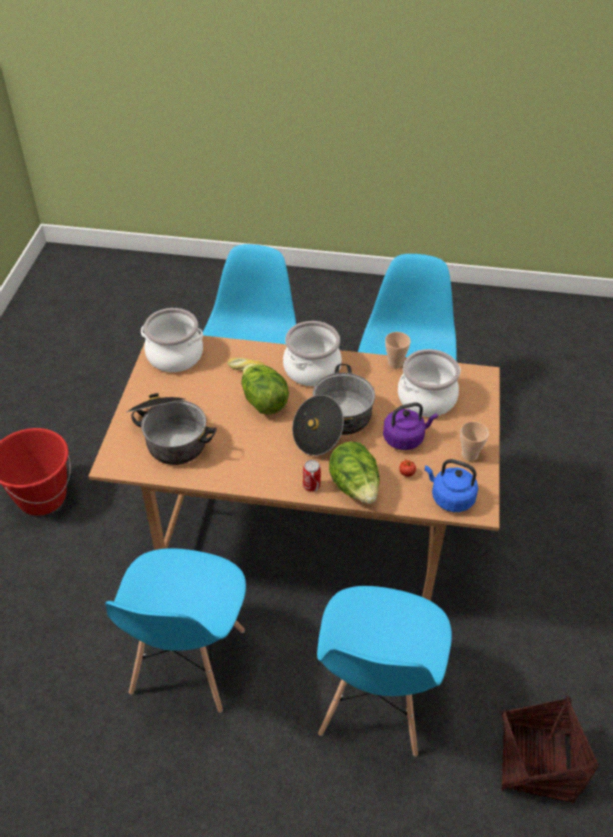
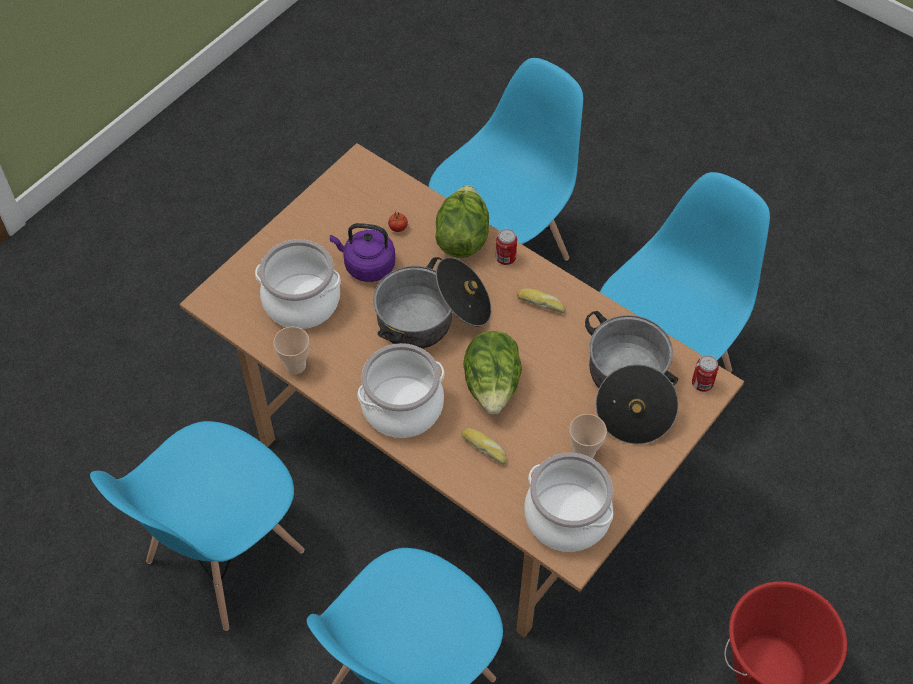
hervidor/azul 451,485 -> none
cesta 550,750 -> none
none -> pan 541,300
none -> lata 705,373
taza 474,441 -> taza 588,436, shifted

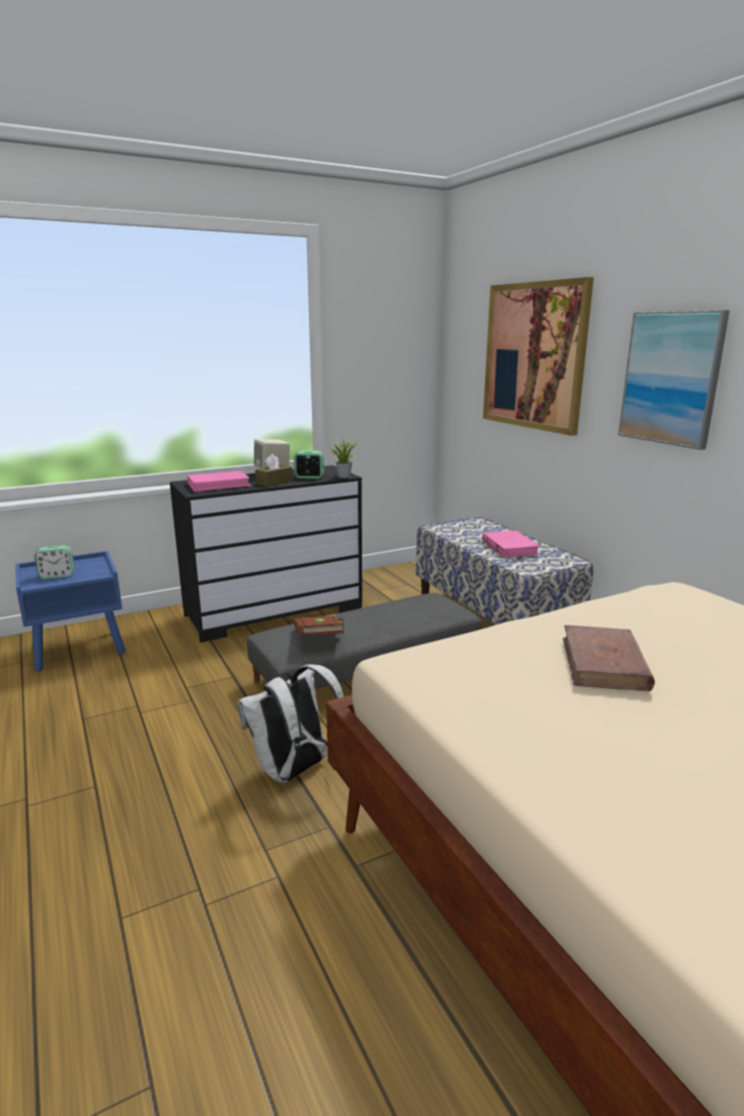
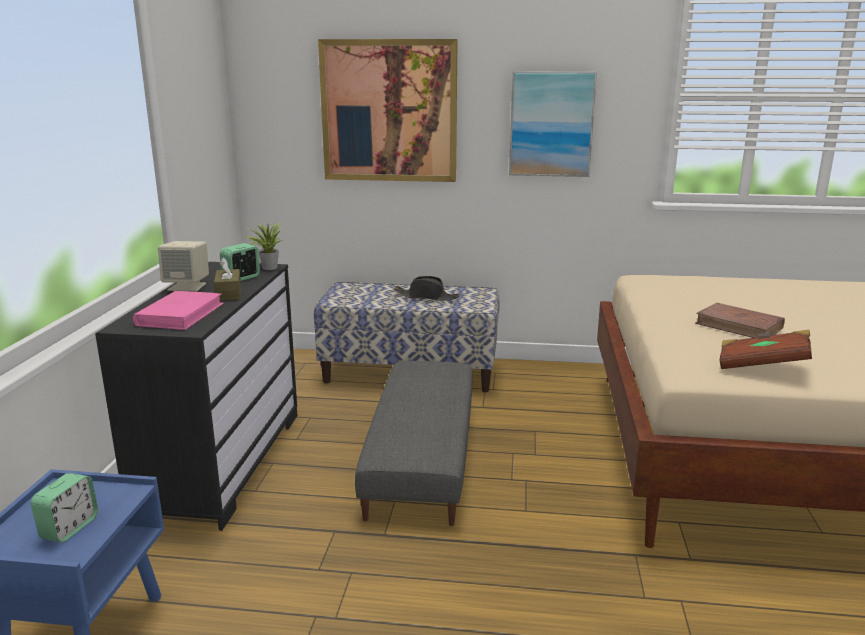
mochila/blanco 290,723 -> none
libro/marrón 319,624 -> libro/marrón 765,349, shifted
libro/rosa 511,543 -> sombrero/negro 427,288

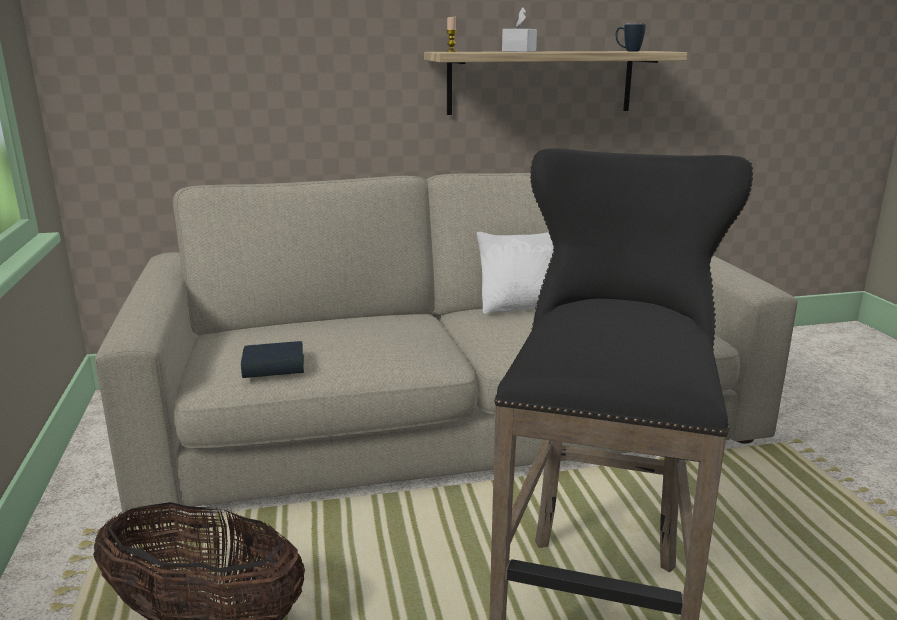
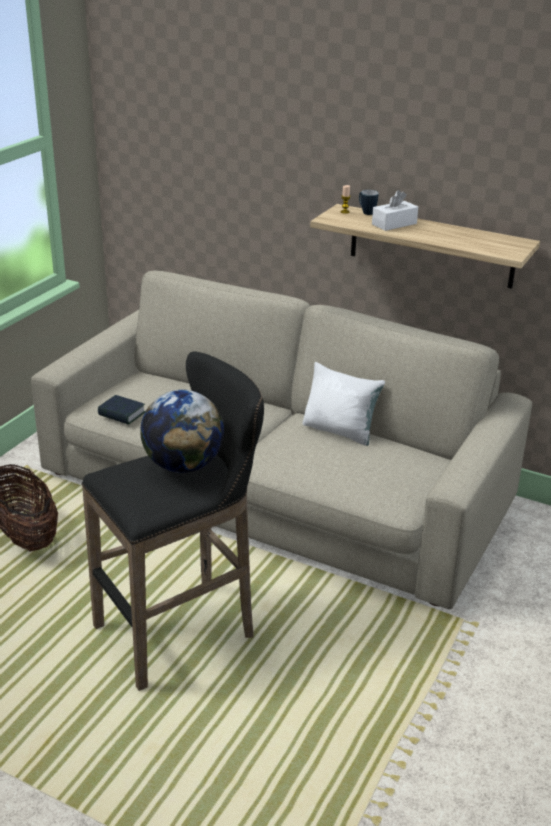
none -> globo terráqueo 182,431
taza grande 630,37 -> taza grande 368,202, shifted

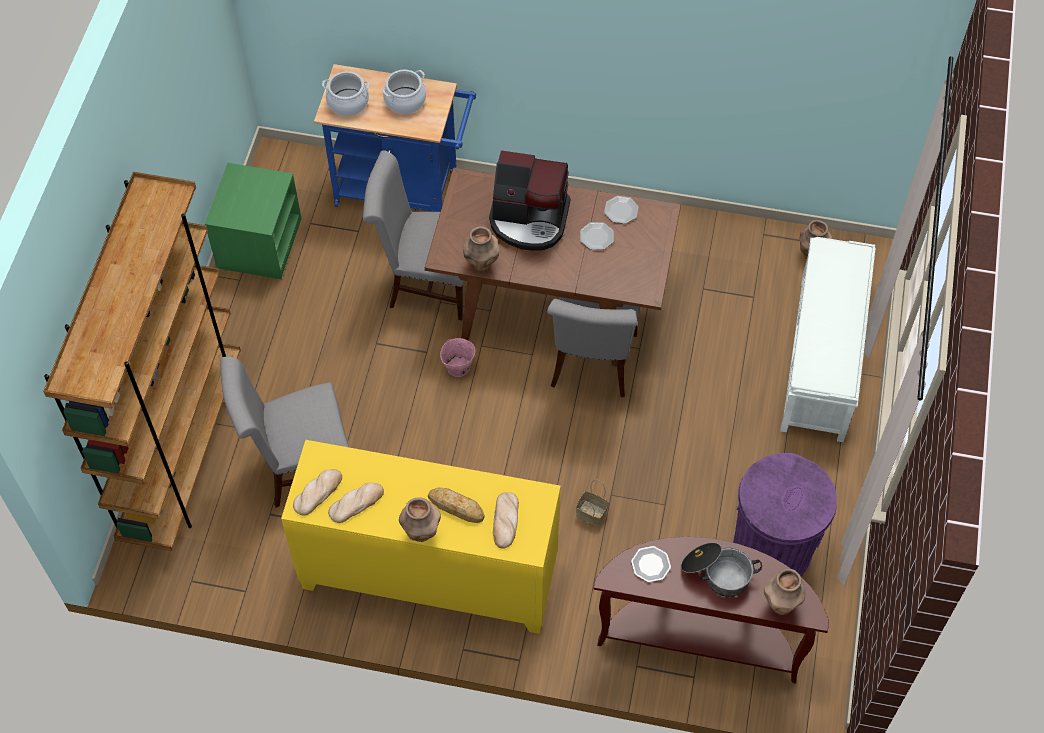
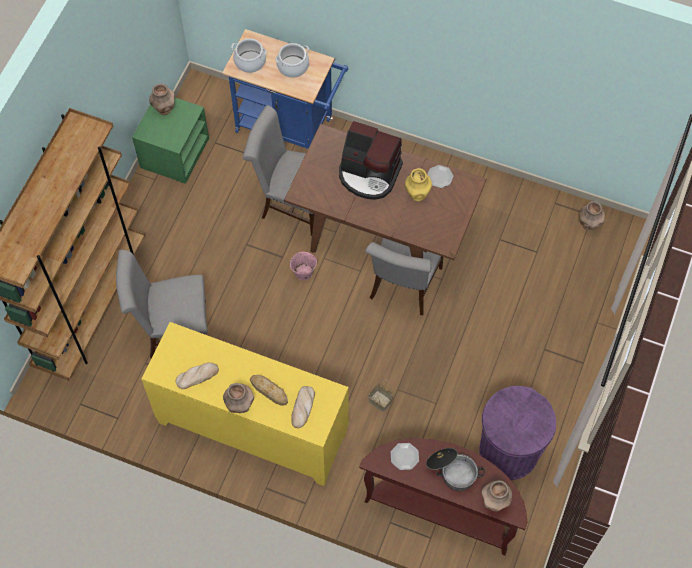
pan 317,492 -> none
banco/blanco 828,339 -> none
florero/marrón 481,248 -> florero/marrón 162,99, shifted
plato 597,236 -> florero/amarillo 418,184

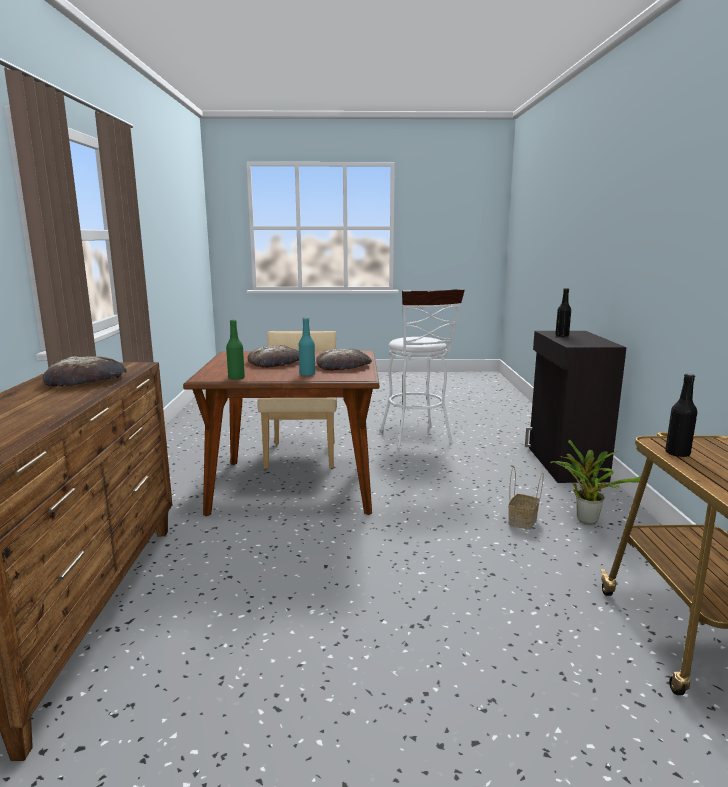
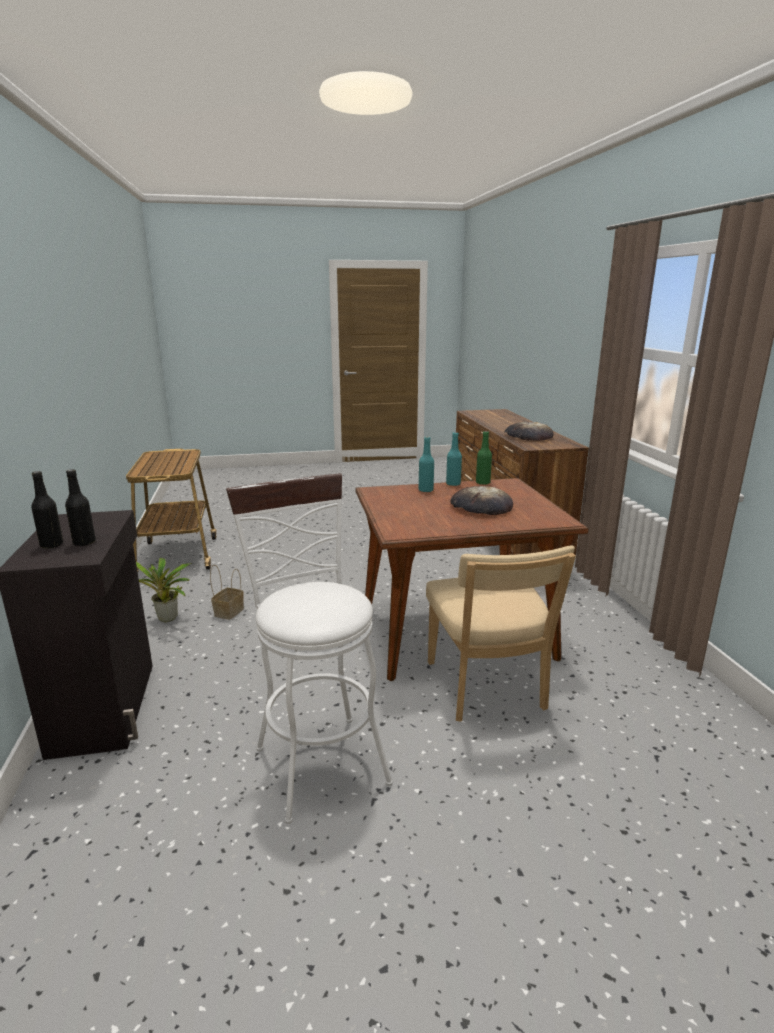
pan 344,360 -> none
none -> botella/turquesa 454,459
botella/negro 681,415 -> botella/negro 47,509, shifted

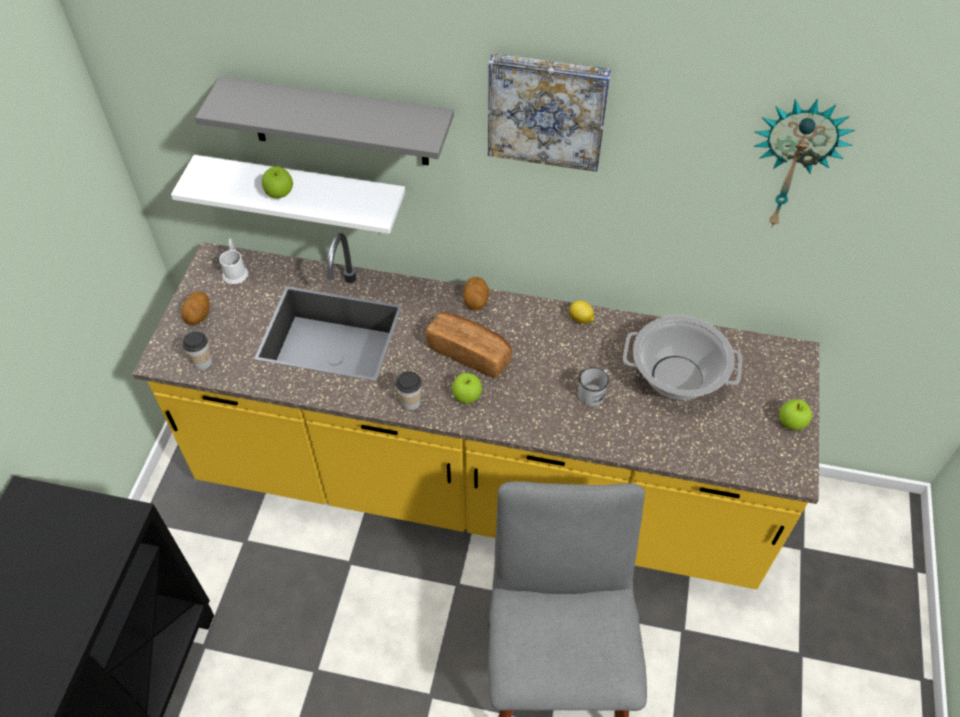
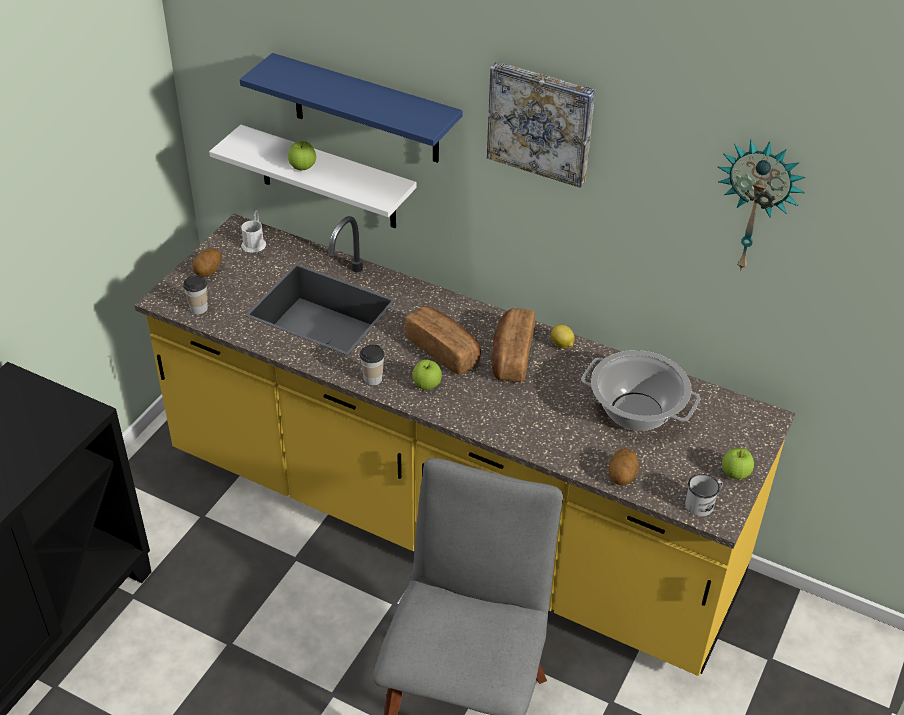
none -> pan 513,345
patata 476,293 -> patata 624,466, shifted
taza grande/blanco 593,386 -> taza grande/blanco 704,495, shifted
estante/gris 324,121 -> estante/azul 351,108

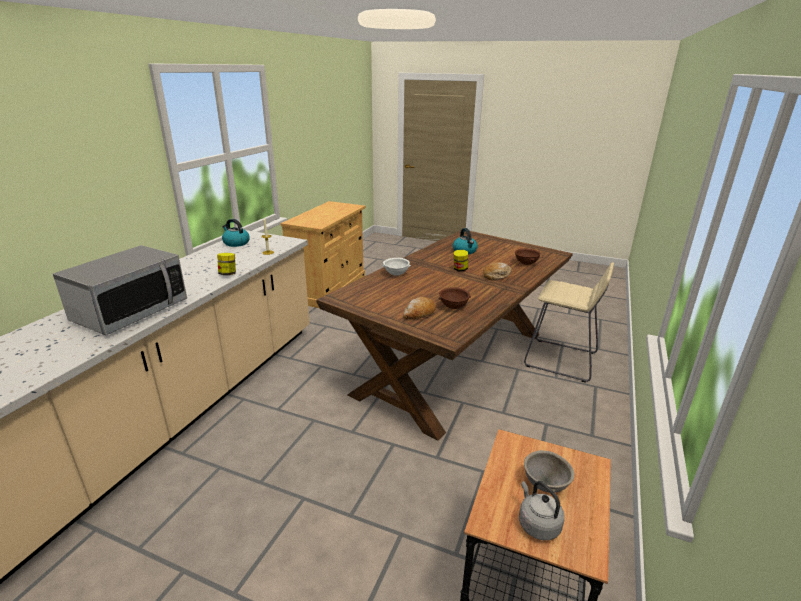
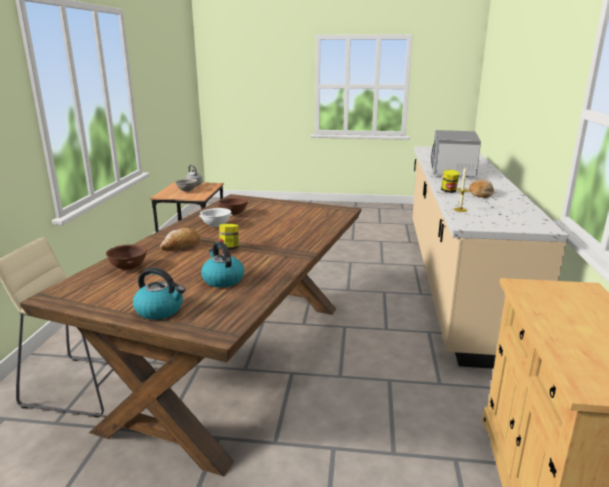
hervidor 236,233 -> hervidor 159,293, shifted
cuenco/blanco 396,267 -> cuenco/blanco 216,217, shifted
pan 419,308 -> pan 481,188, shifted

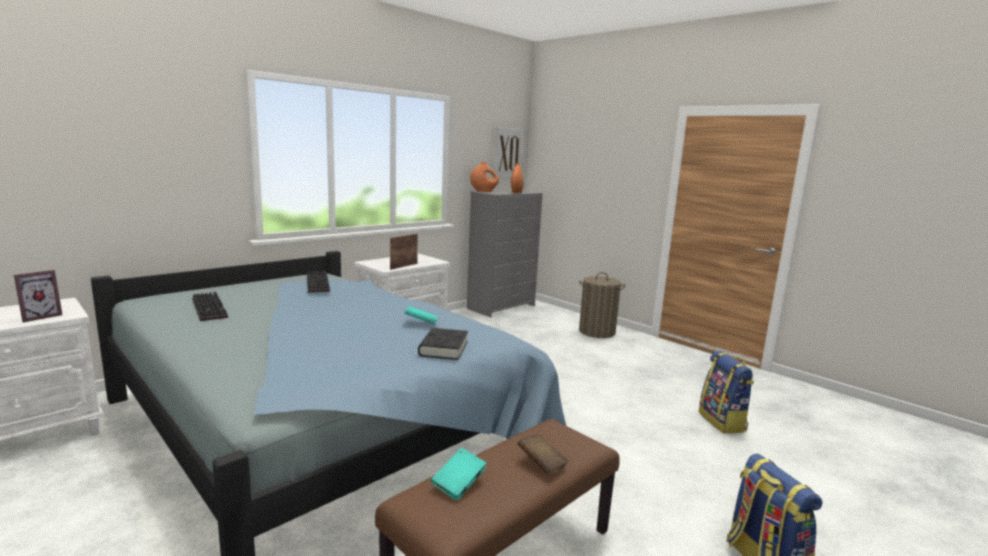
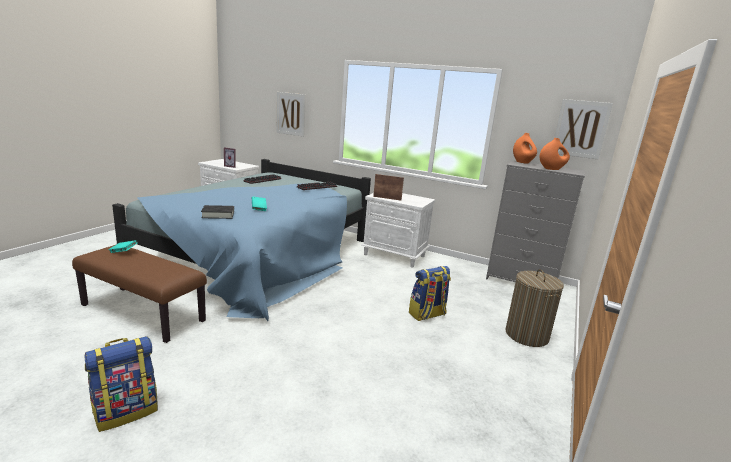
libro/marrón 542,453 -> none
none -> cuadro 291,114
mochila 726,392 -> mochila 430,293, shifted

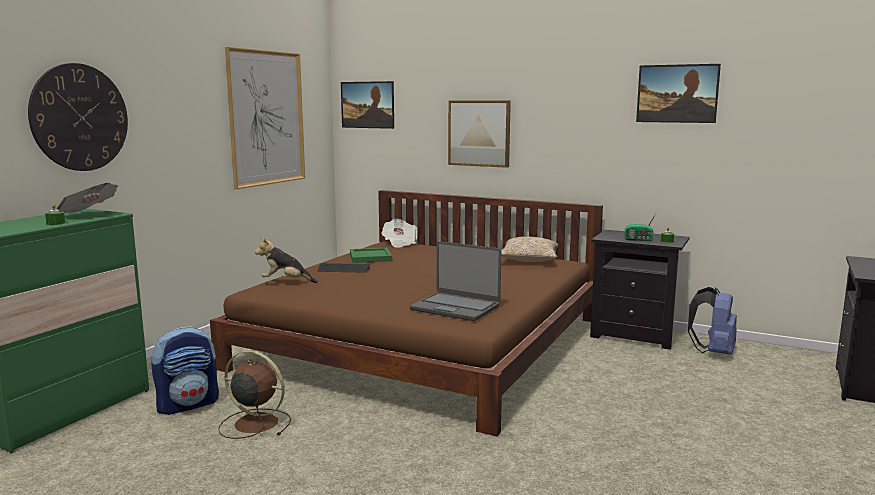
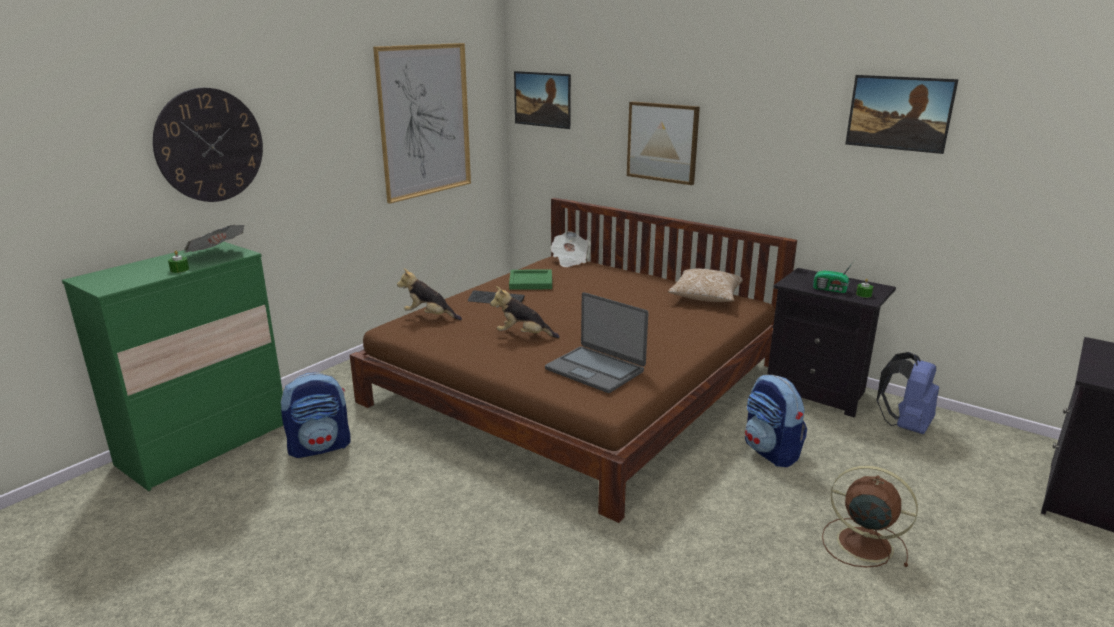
none -> peluche 525,312
none -> mochila 776,421
ventilador/marrón 254,394 -> ventilador/marrón 870,517, shifted

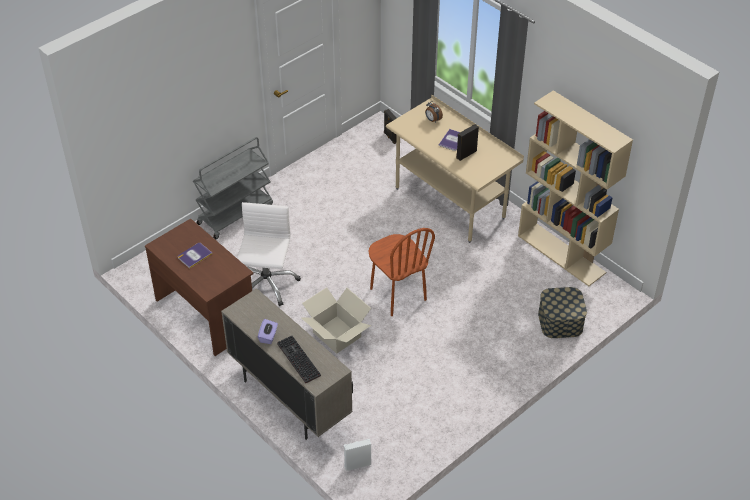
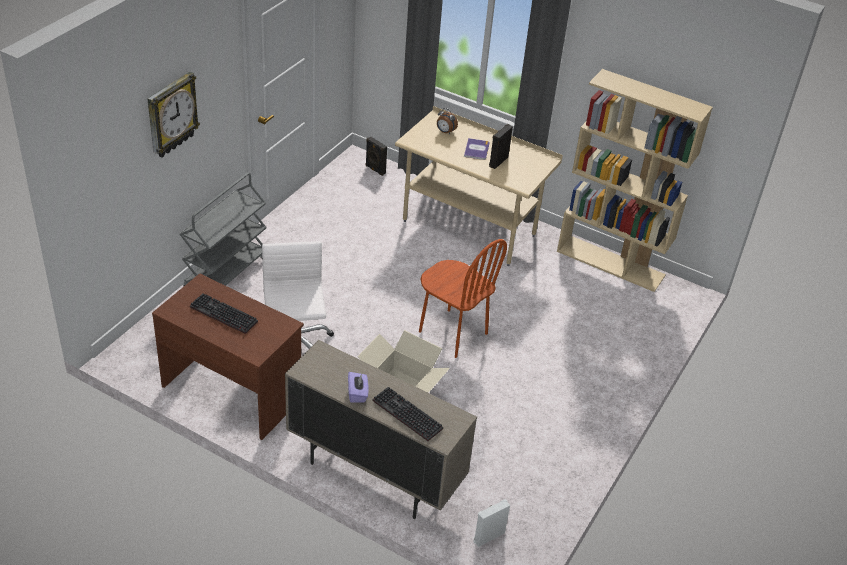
caja de almacenaje 562,312 -> none
none -> reloj de pared 173,114
libro 195,255 -> teclado 224,313

